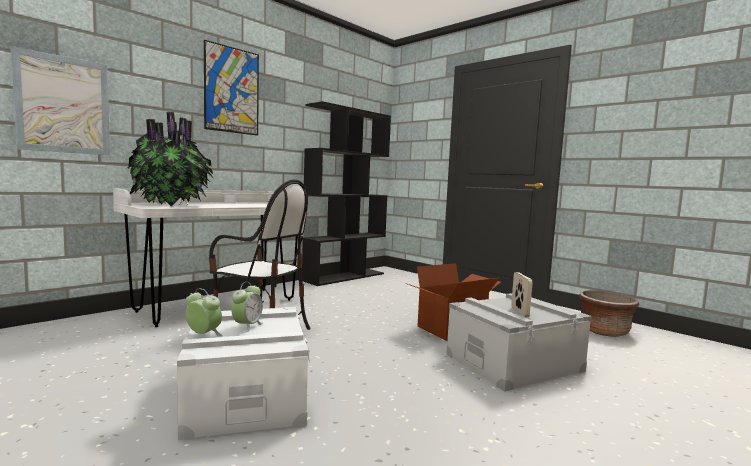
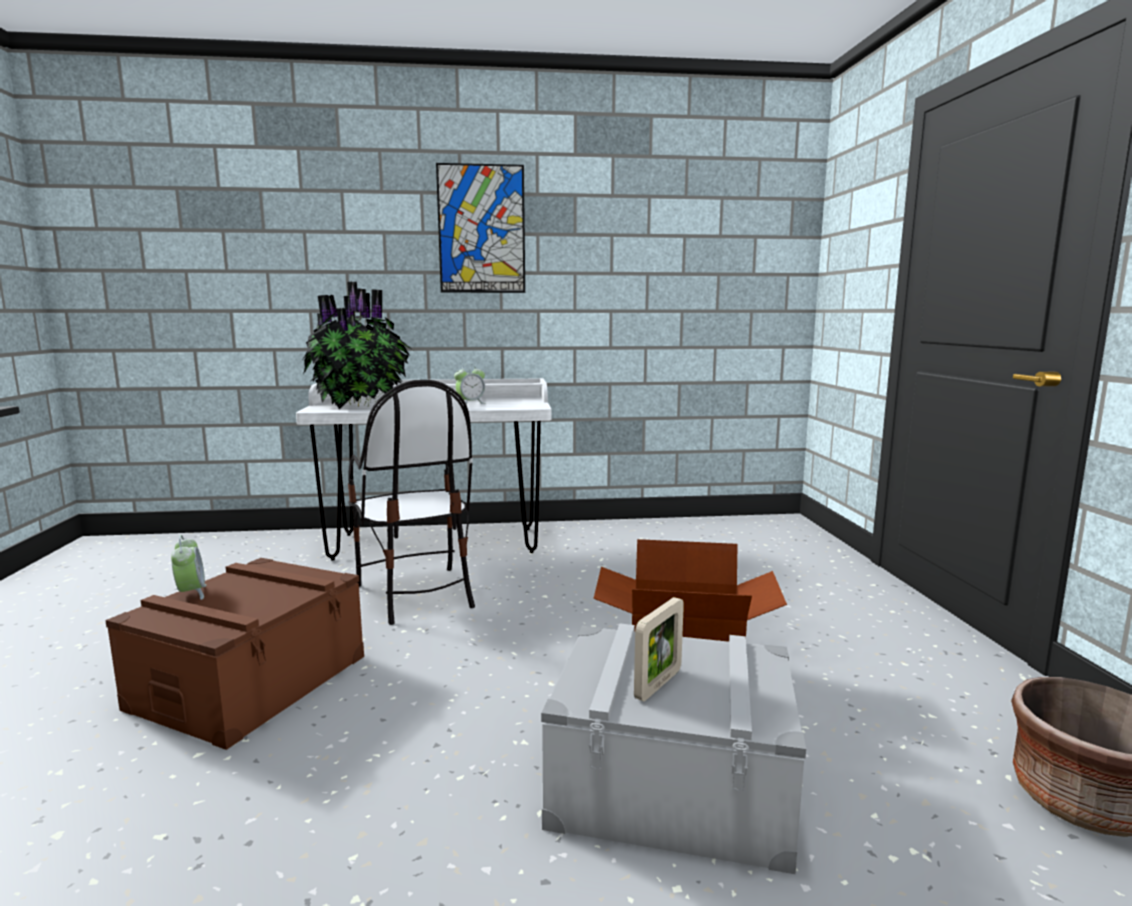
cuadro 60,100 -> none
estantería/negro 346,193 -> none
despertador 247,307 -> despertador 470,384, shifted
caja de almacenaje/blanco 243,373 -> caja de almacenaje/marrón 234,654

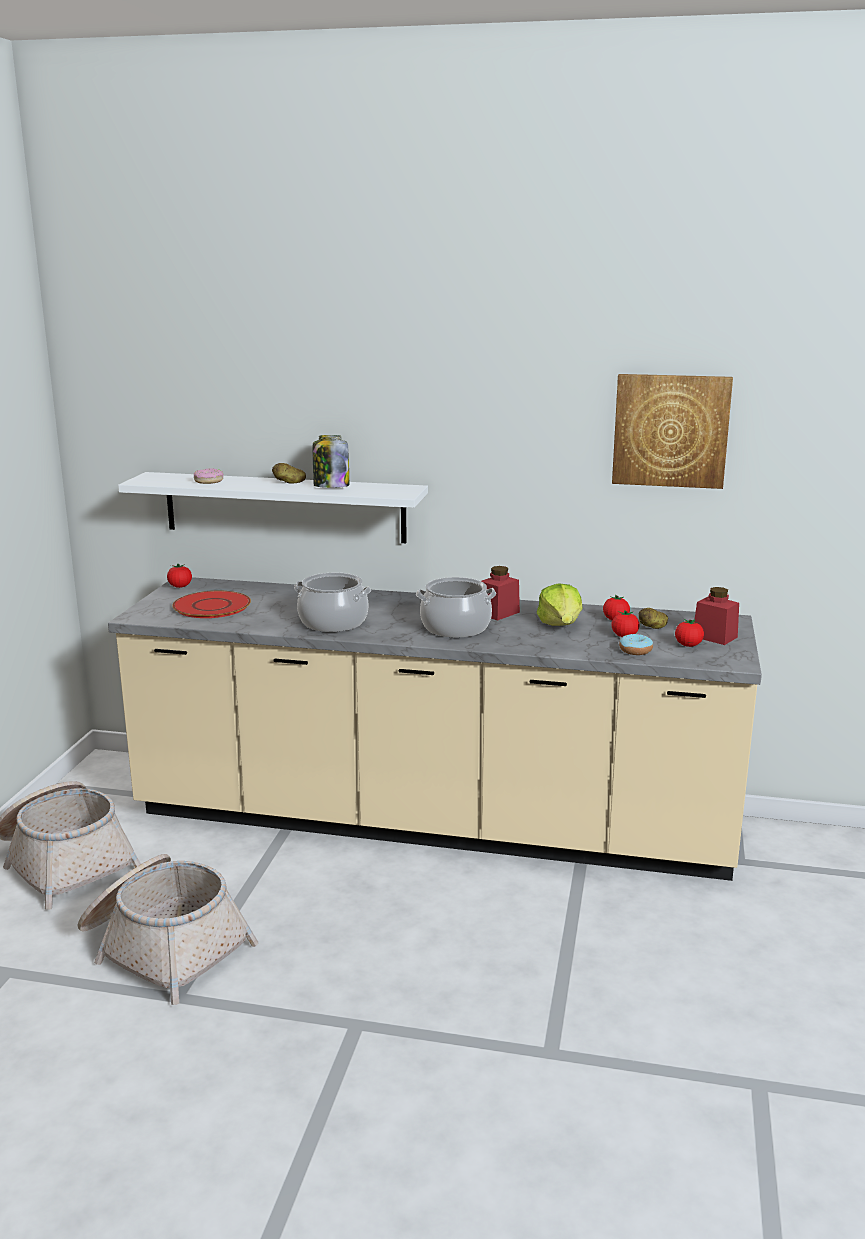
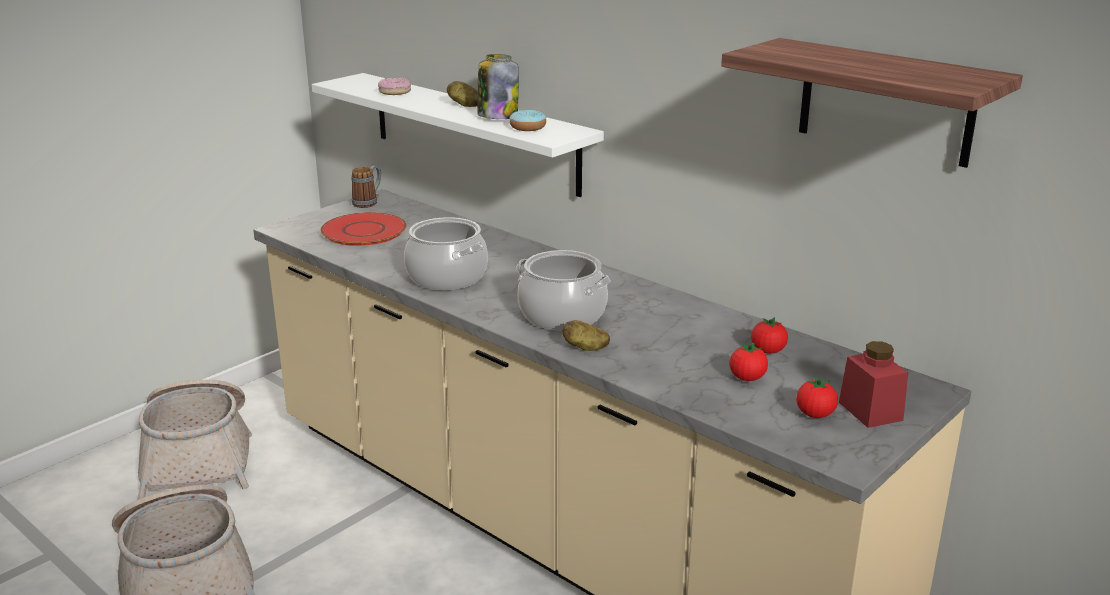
tarro/rojo 500,593 -> none
lechuga 559,604 -> none
rosquilla 636,644 -> rosquilla 527,120, shifted
patata 653,618 -> patata 586,335, shifted
tomate 179,576 -> taza grande 366,187
cuadro 672,431 -> estante 872,103

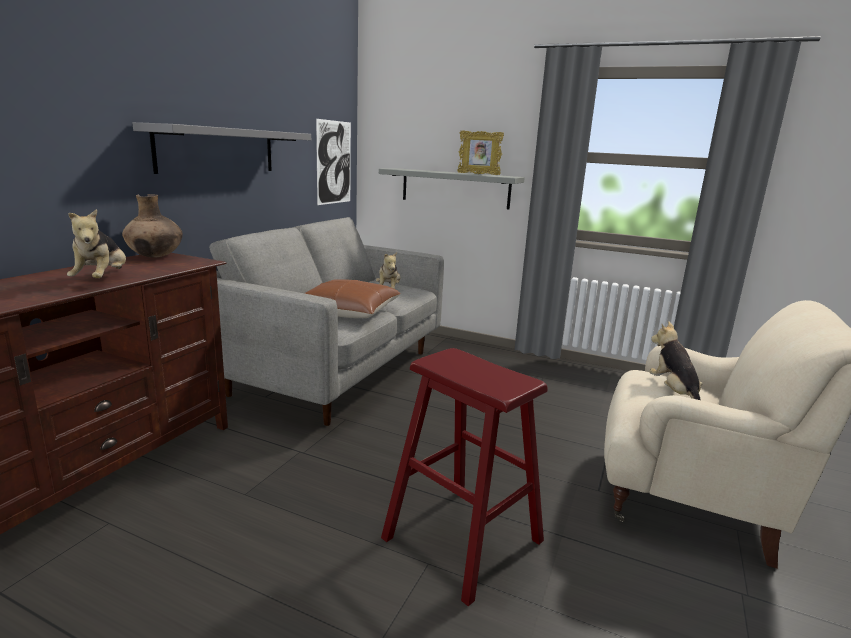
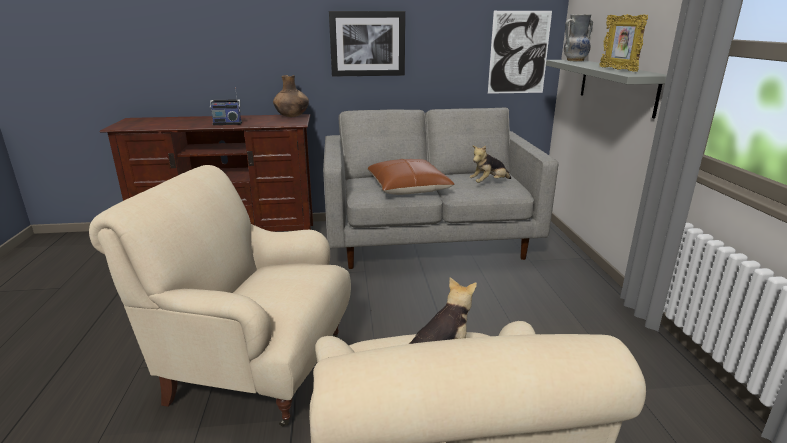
none -> florero 578,38
peluche 96,243 -> radio 226,106
estante/gris 222,148 -> cuadro 367,44
taburete/rojo 464,477 -> sillón/beis 220,296

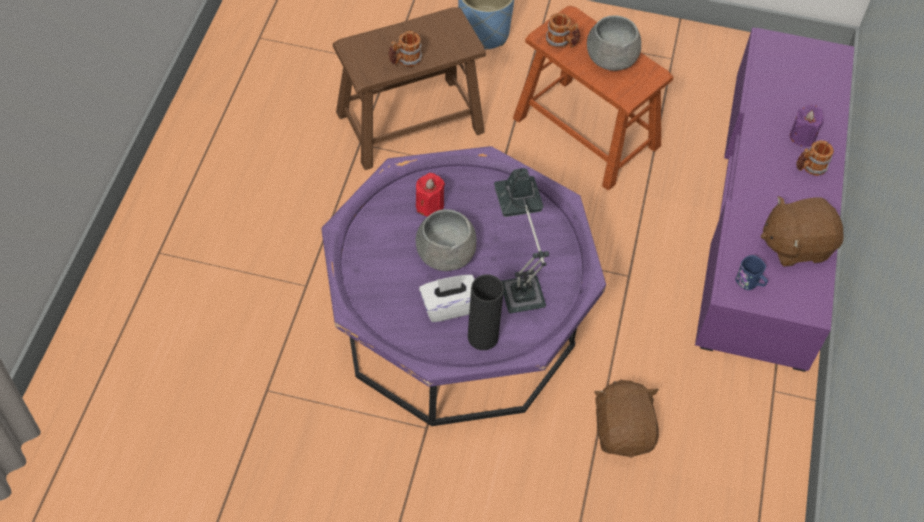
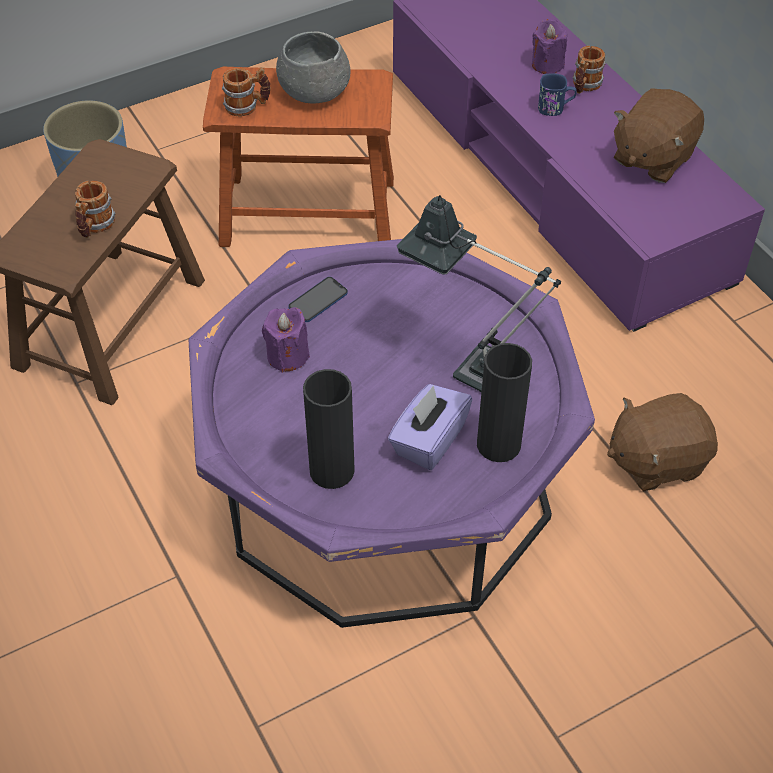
cuenco/gris 446,240 -> none
none -> móvil 318,299
none -> florero/negro 329,429
taza grande/azul 752,272 -> taza grande/azul 557,94, shifted
vela/rojo 430,195 -> vela/morado 286,339
caja de pañuelos/blanco 446,298 -> caja de pañuelos/morado 430,427
peluche/marrón 626,419 -> peluche/marrón 662,442, 60 degrees counterclockwise

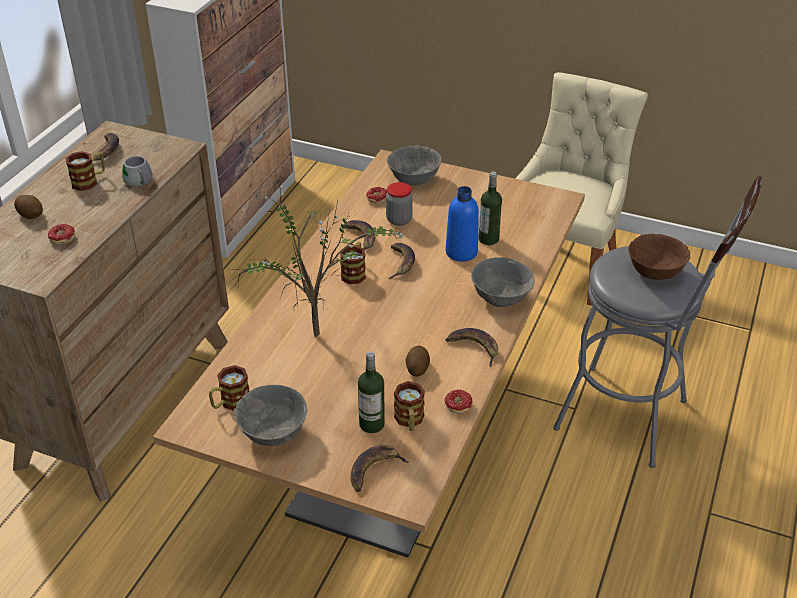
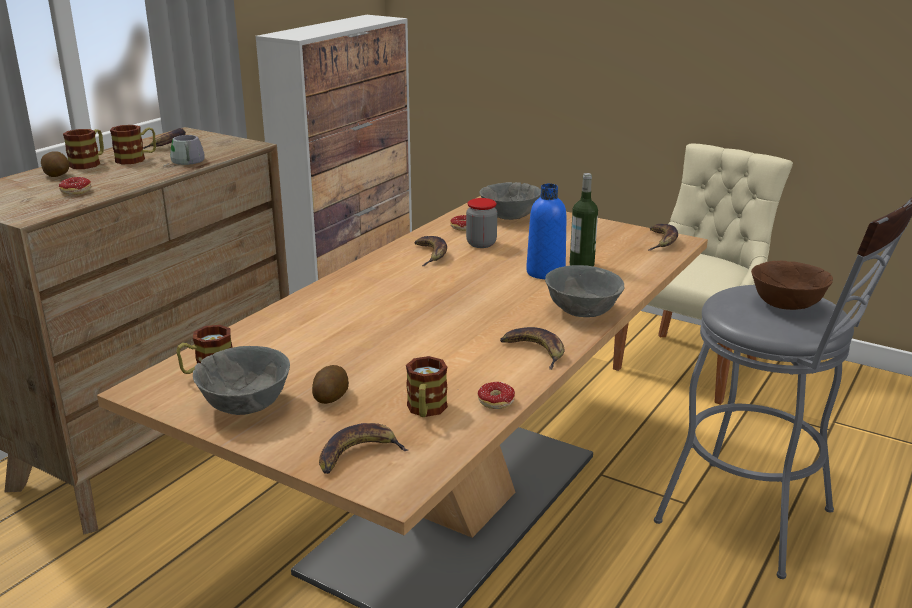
planta en maceta 316,255 -> none
botella 371,392 -> none
taza grande 353,263 -> taza grande 83,149, shifted
plátano 401,261 -> plátano 663,237, shifted
patata 417,361 -> patata 330,384, shifted

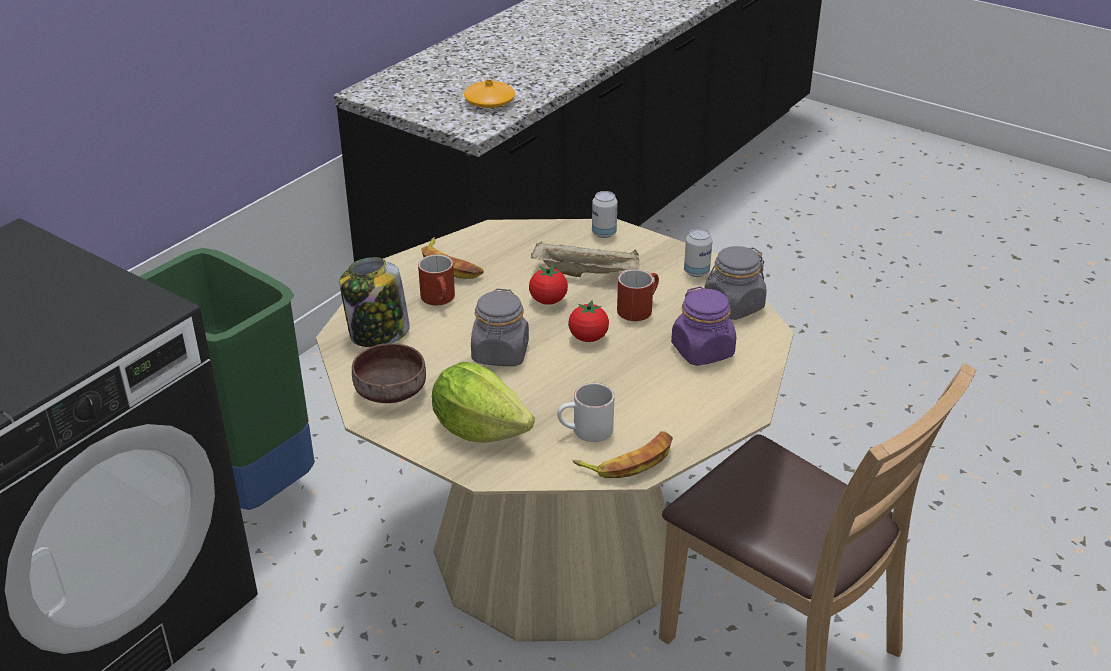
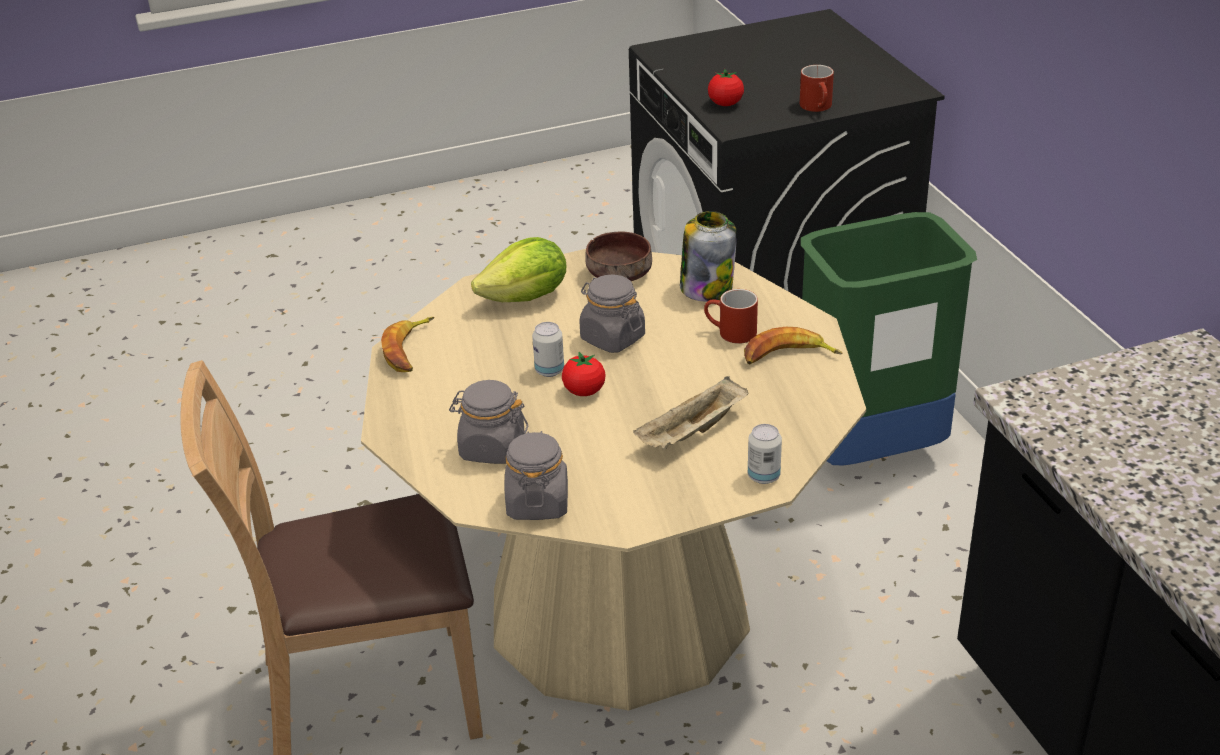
florero/naranja 489,93 -> none
taza grande/blanco 586,412 -> none
tomate 548,285 -> tomate 726,87, shifted
taza grande/rojo 638,295 -> taza grande/rojo 817,88, shifted
lata 698,252 -> lata 548,349, shifted
tarro/morado 703,326 -> tarro/gris 488,422

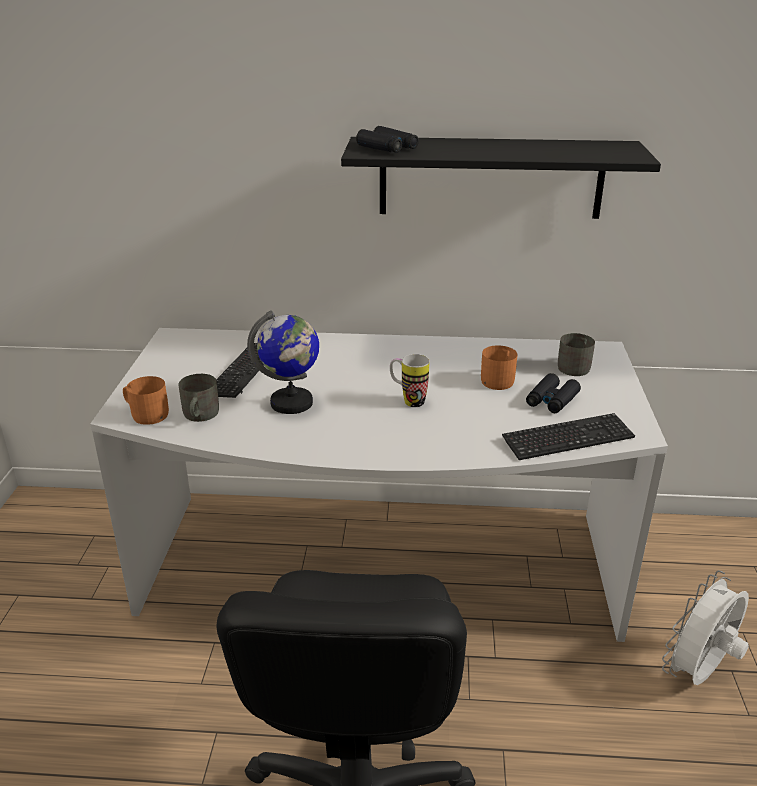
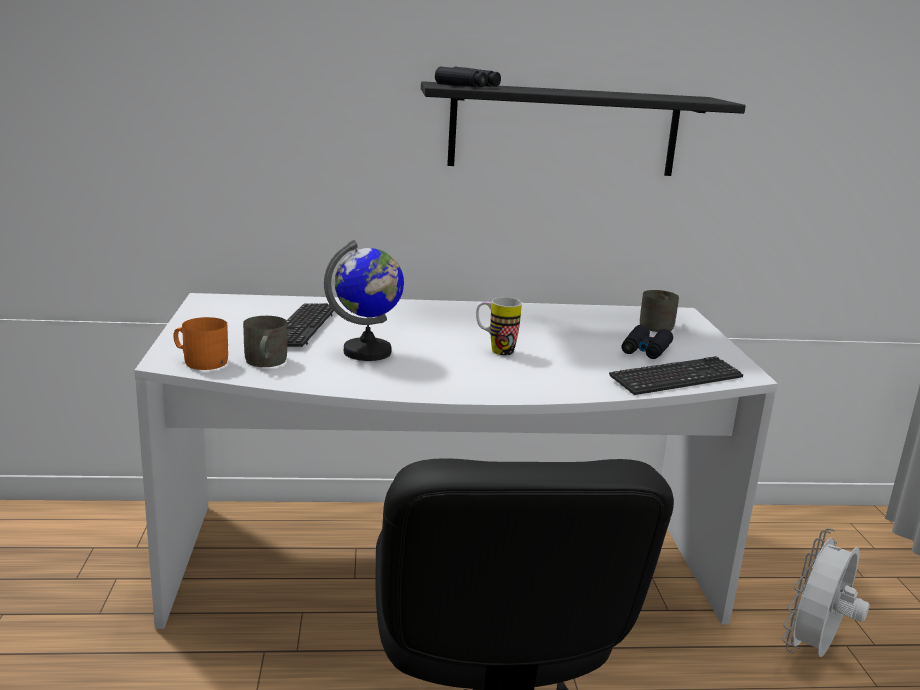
taza grande/naranja 499,367 -> none

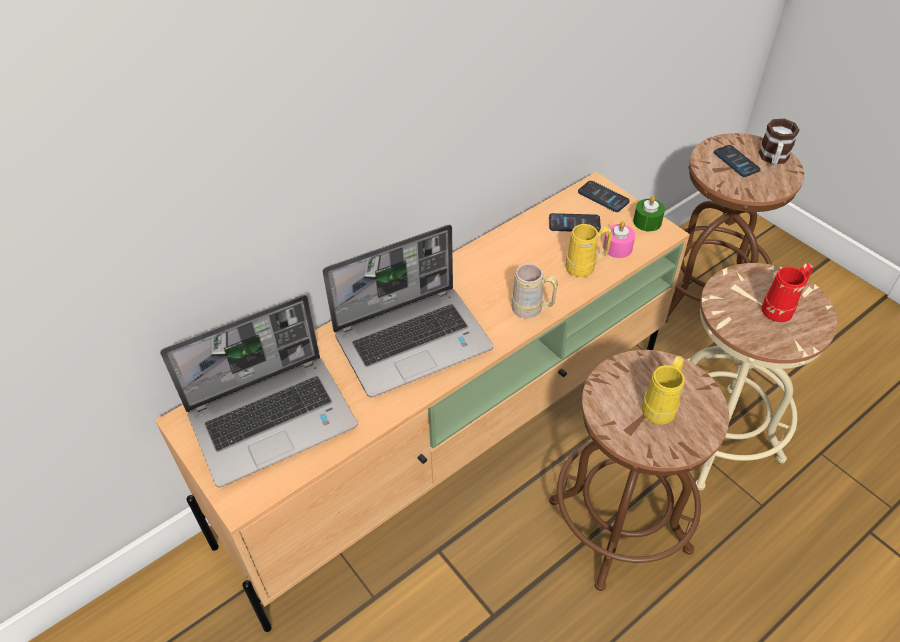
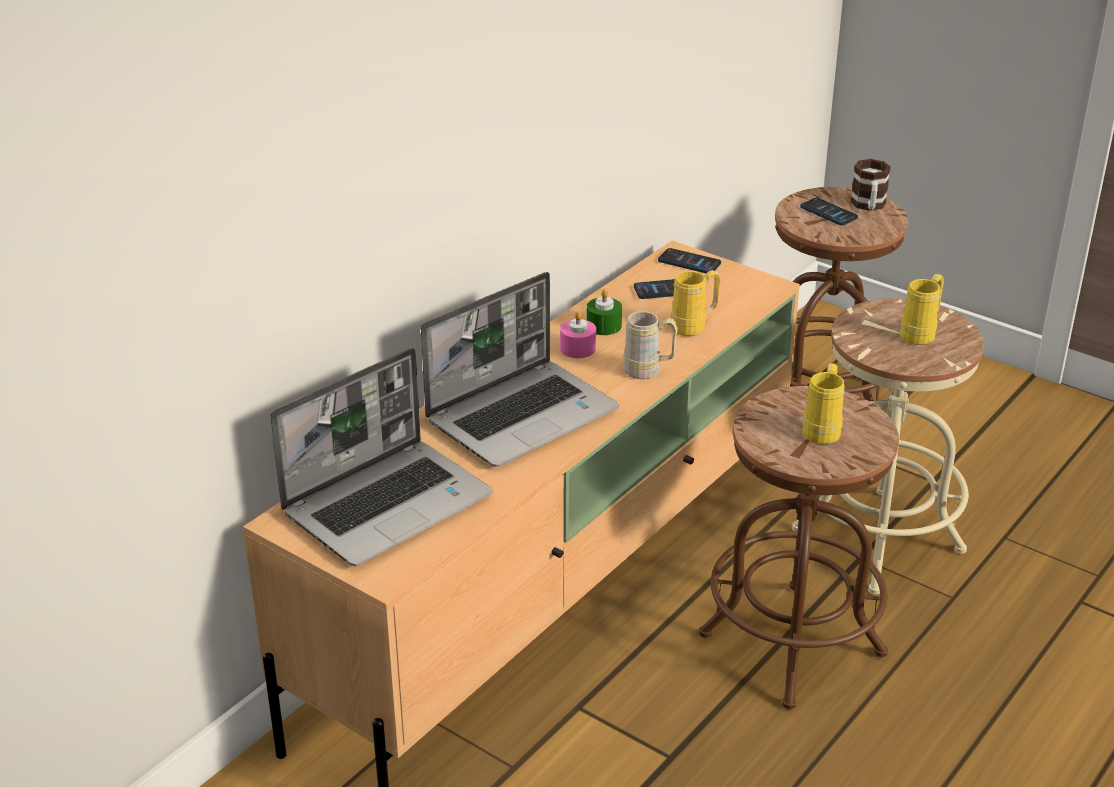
vela/rosa 619,239 -> vela/rosa 578,334, shifted
vela/verde 649,214 -> vela/verde 604,312, shifted
taza grande/rojo 787,292 -> taza grande/amarillo 922,309

